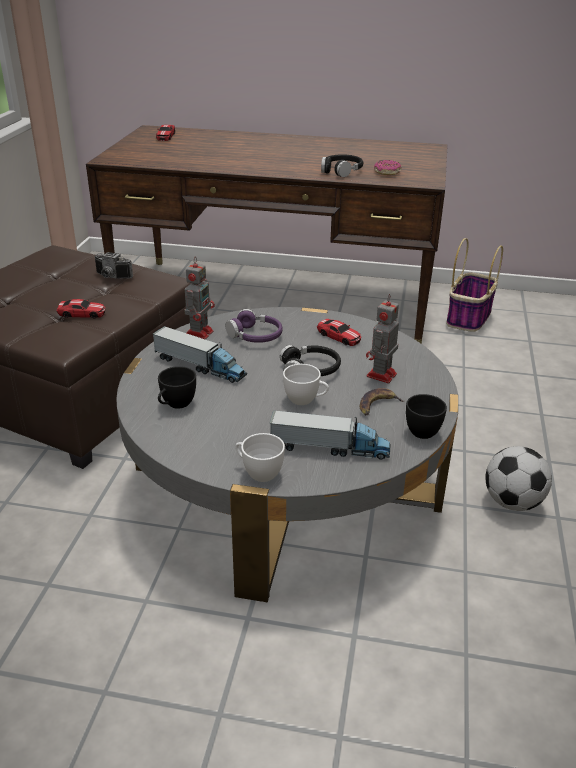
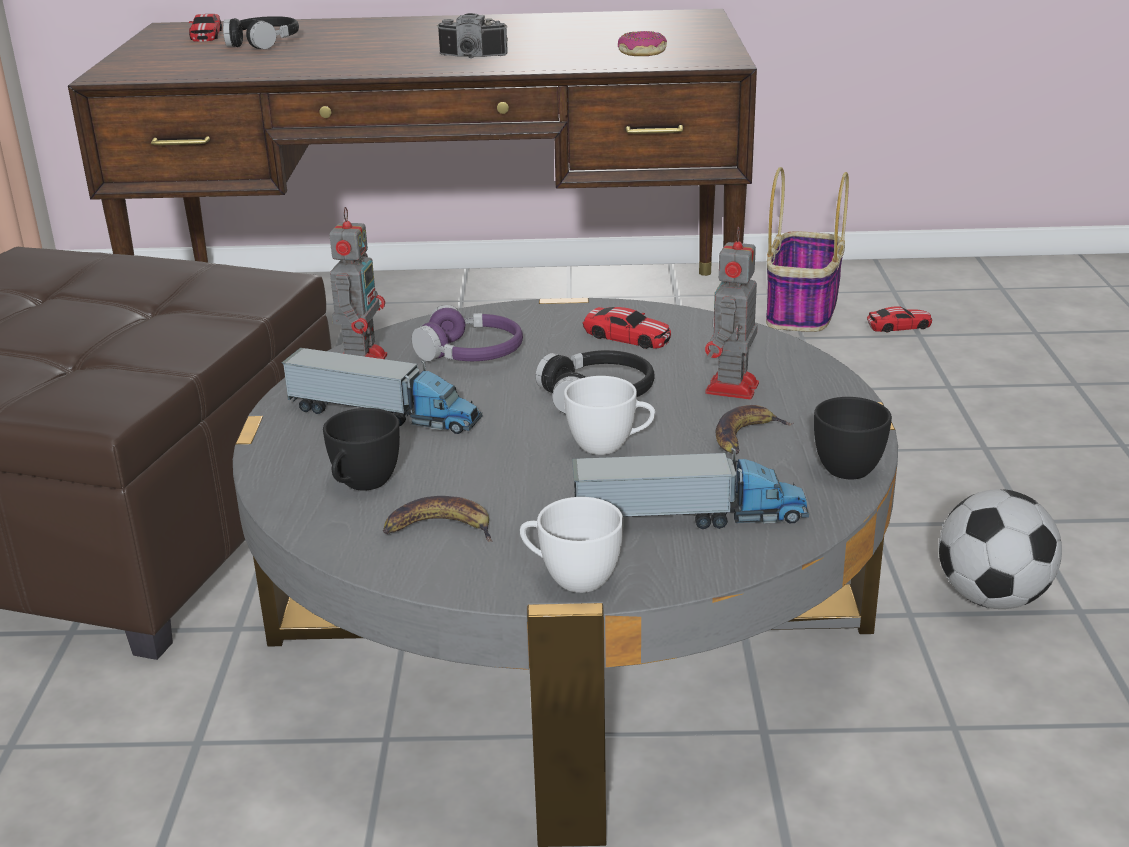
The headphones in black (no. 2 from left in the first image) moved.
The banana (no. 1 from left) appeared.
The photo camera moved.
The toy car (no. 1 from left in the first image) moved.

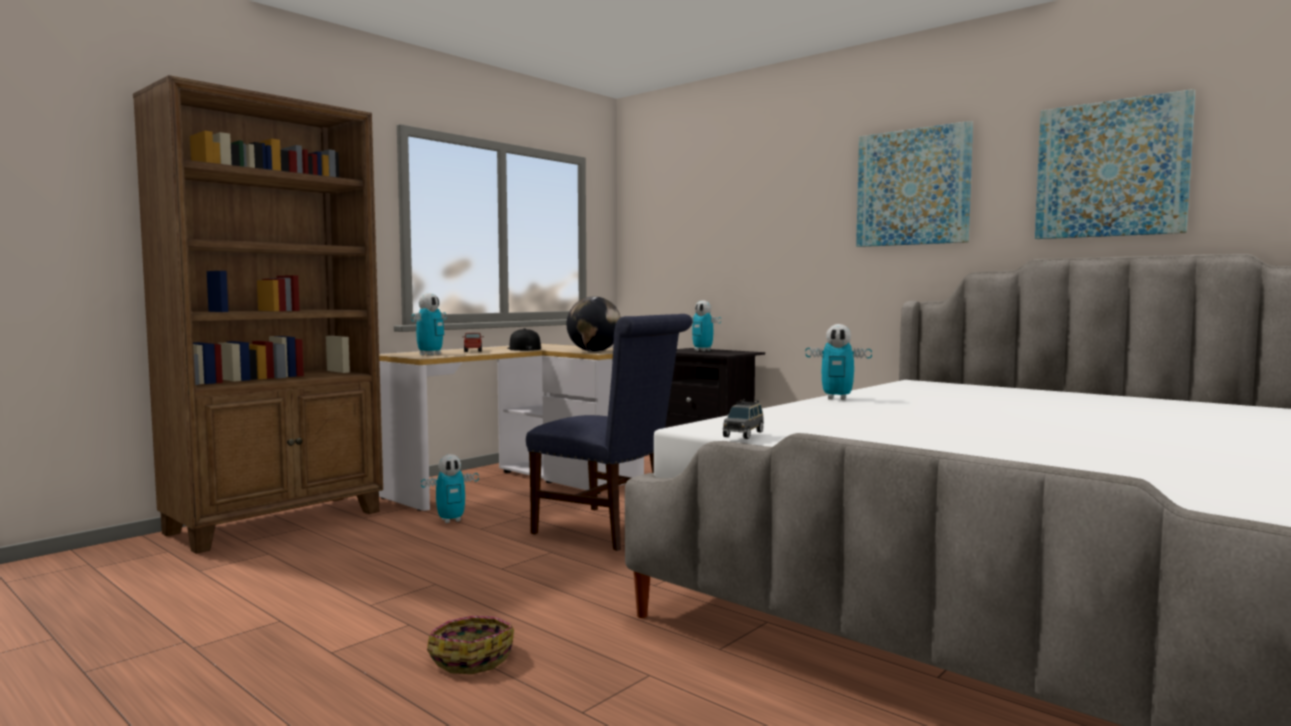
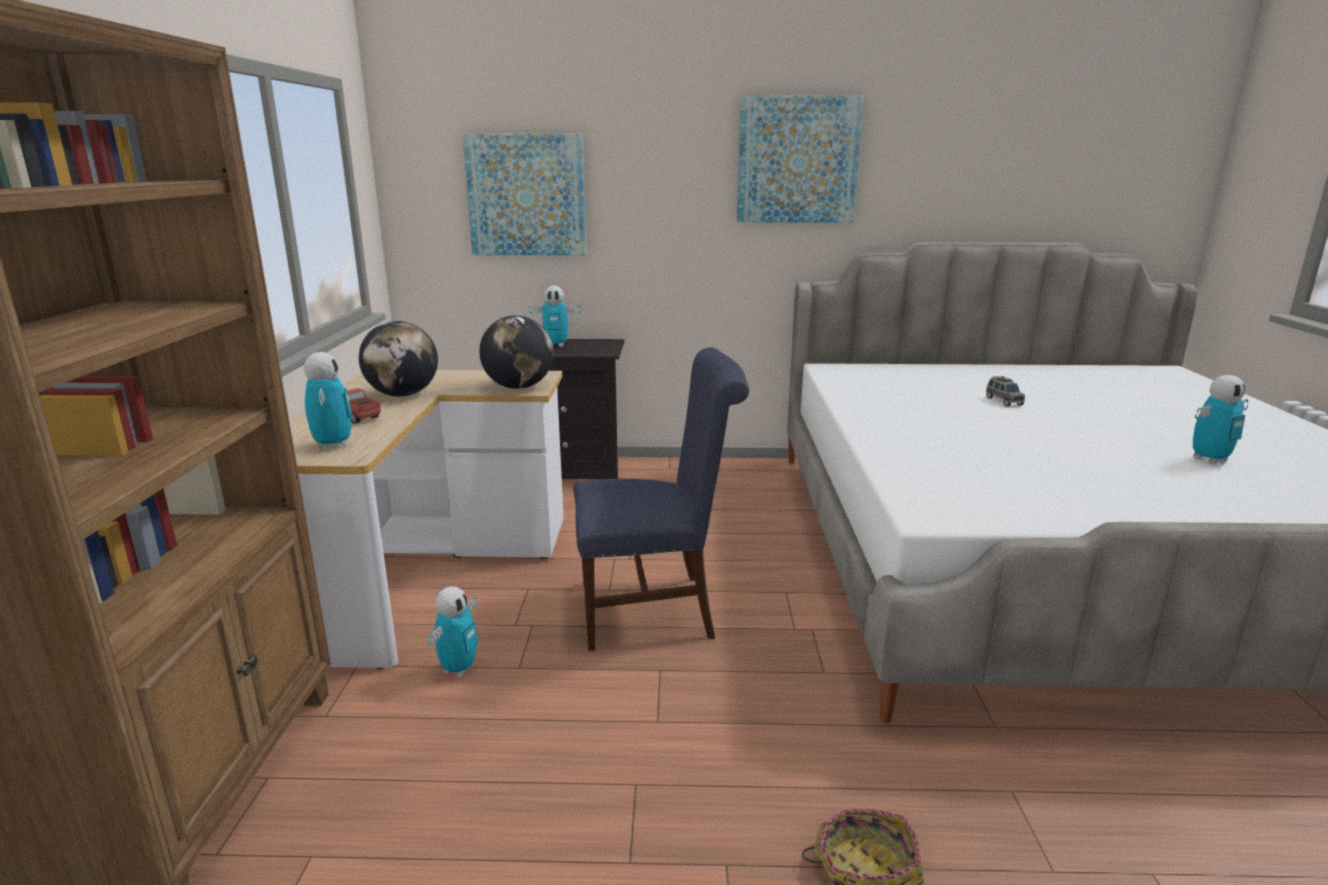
The cap in black was replaced by the globe (no. 1 from left).
The picture (no. 2 from left in the first image) moved.
The toy car in grey moved.
The toy robot (no. 4 from left) moved.

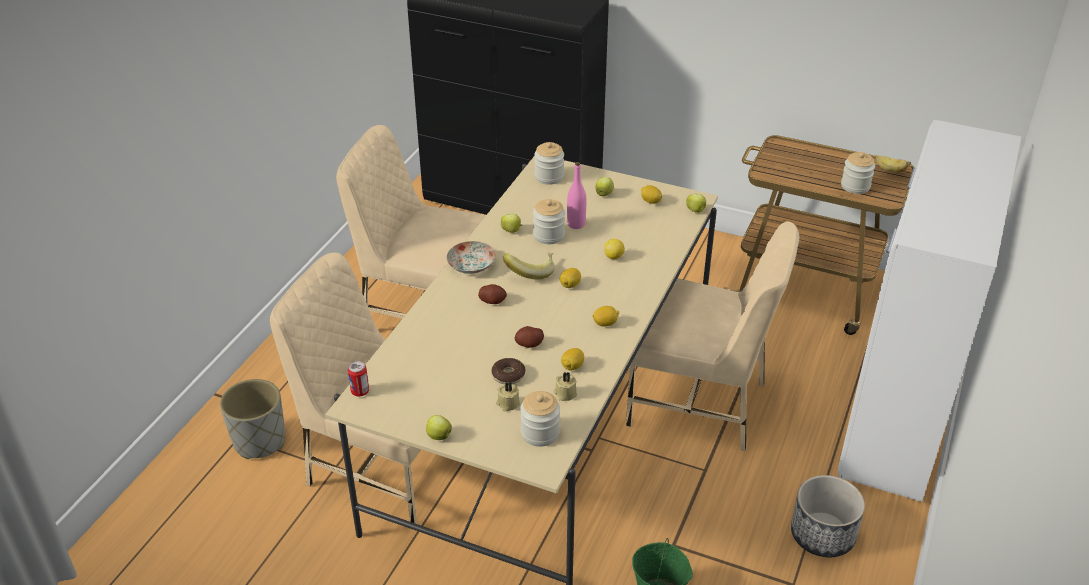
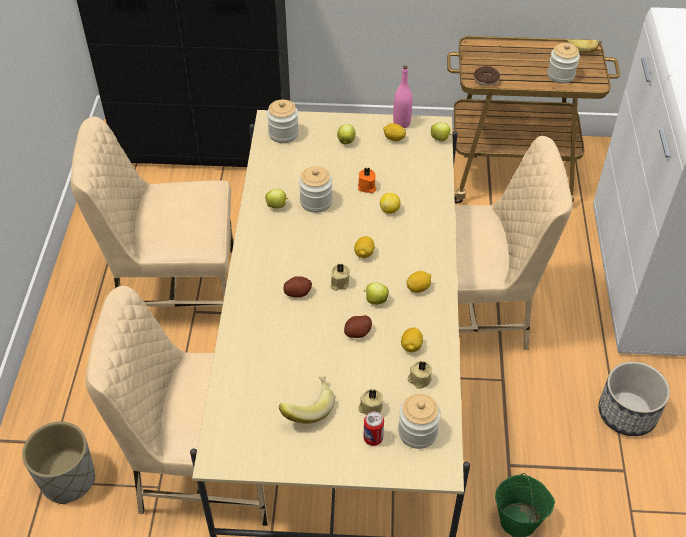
The banana (no. 1 from left) moved.
The candle in beige (no. 1 from left) appeared.
The candle in orange appeared.
The can moved.
The apple (no. 1 from left in the first image) moved.
The bottle in pink moved.
The donut moved.
The plate disappeared.

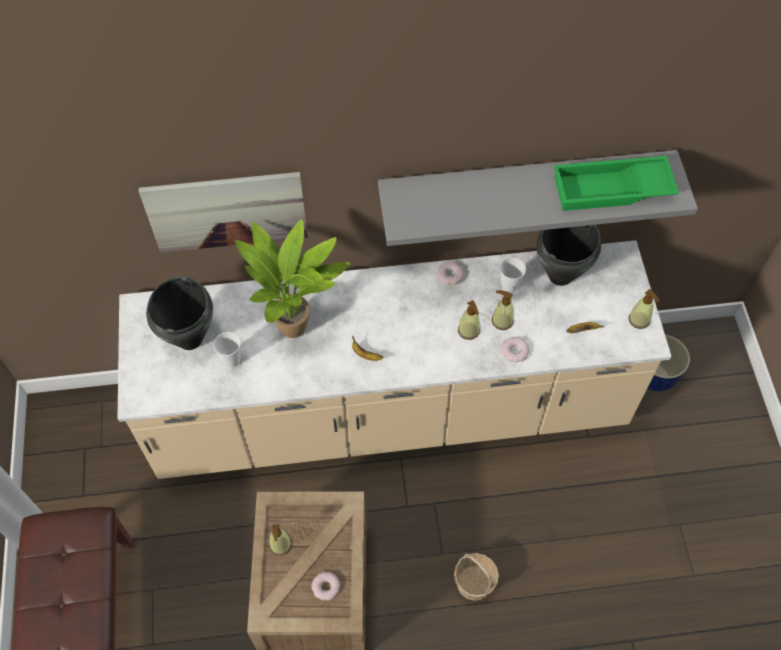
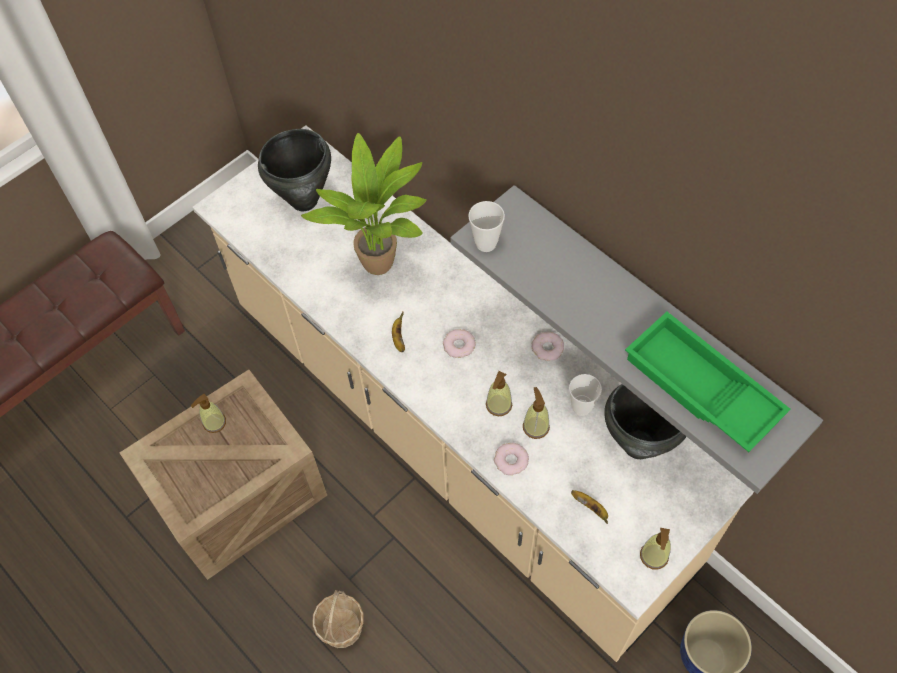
The donut (no. 1 from left) moved.
The cup (no. 1 from left) moved.
The picture disappeared.

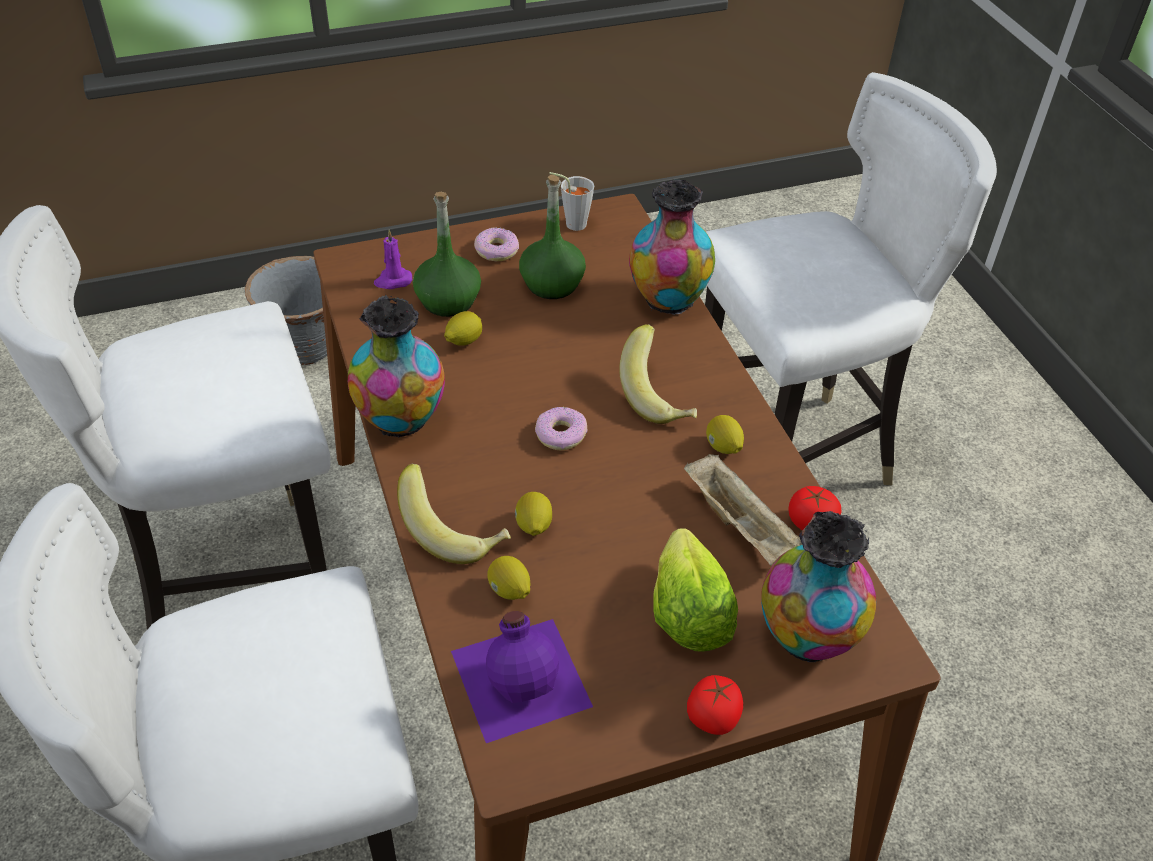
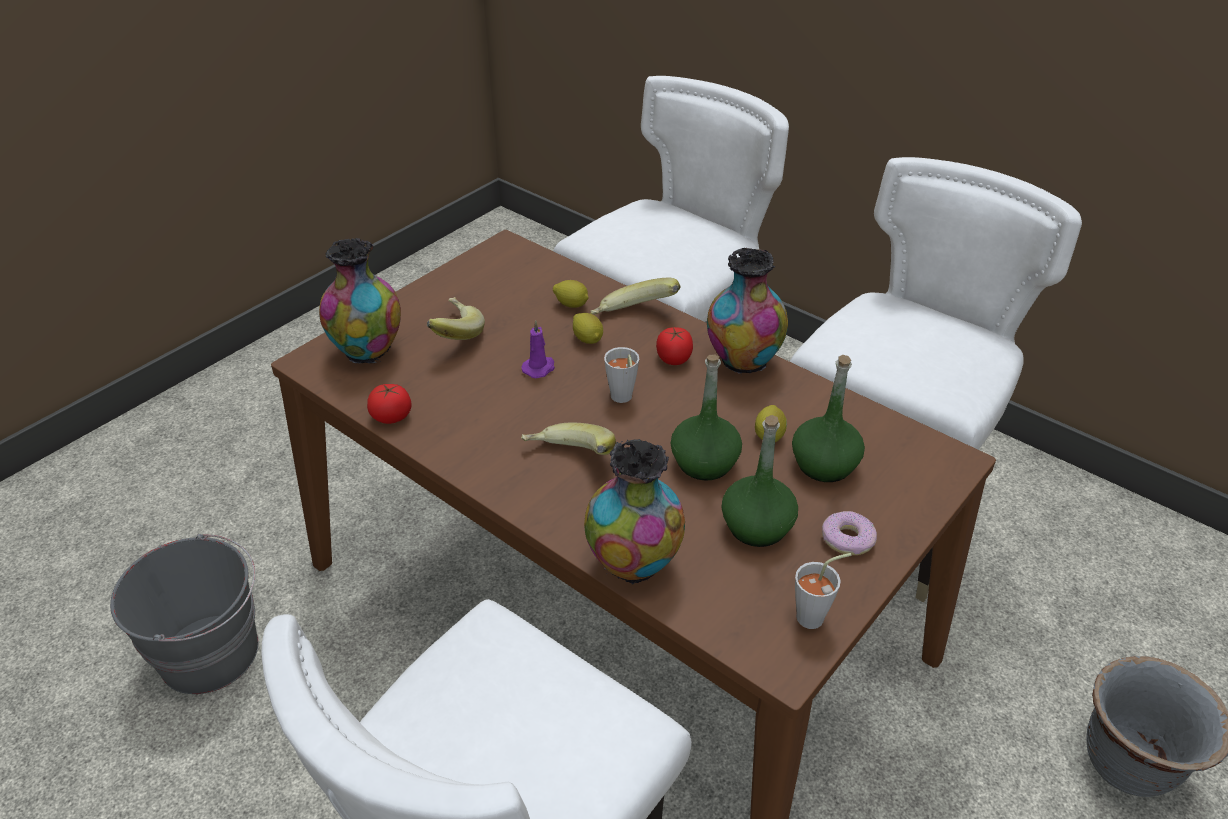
The bucket in grey appeared.
The lettuce was replaced by the banana (no. 1 from left).
The candle in purple moved.
The donut (no. 2 from left) was replaced by the cup in grey (no. 1 from left).
The tomato (no. 1 from left in the first image) moved.
The bottle in green (no. 1 from left) appeared.
The bottle in purple disappeared.
The tray in beige disappeared.
The lemon (no. 4 from left) disappeared.

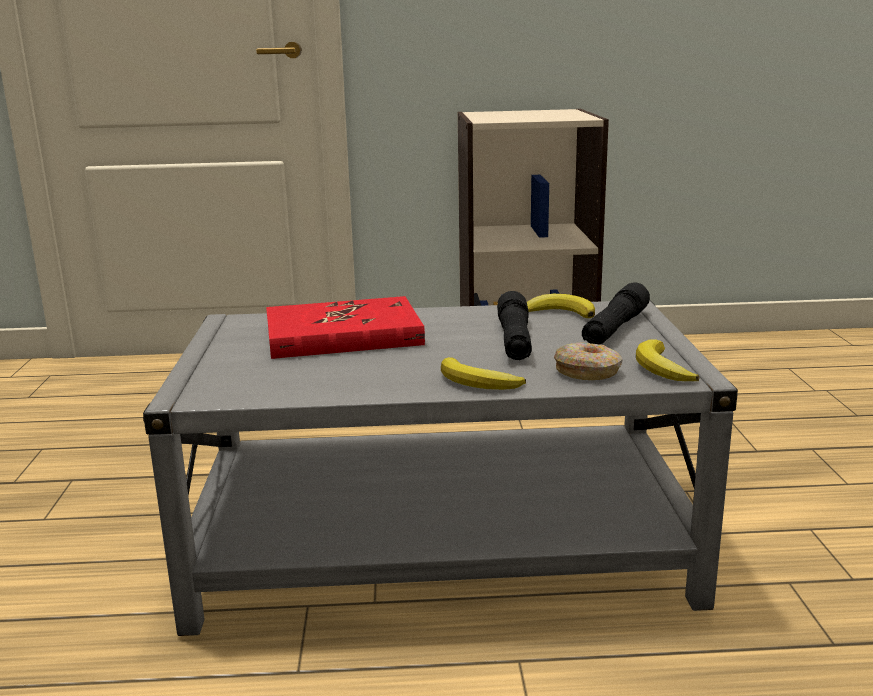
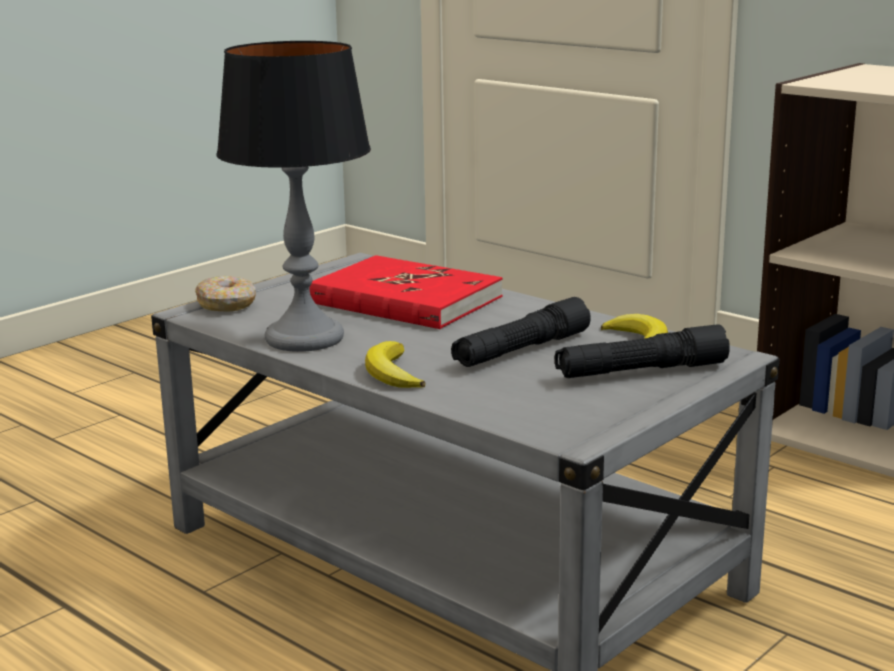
The donut moved.
The table lamp appeared.
The banana (no. 3 from left) disappeared.

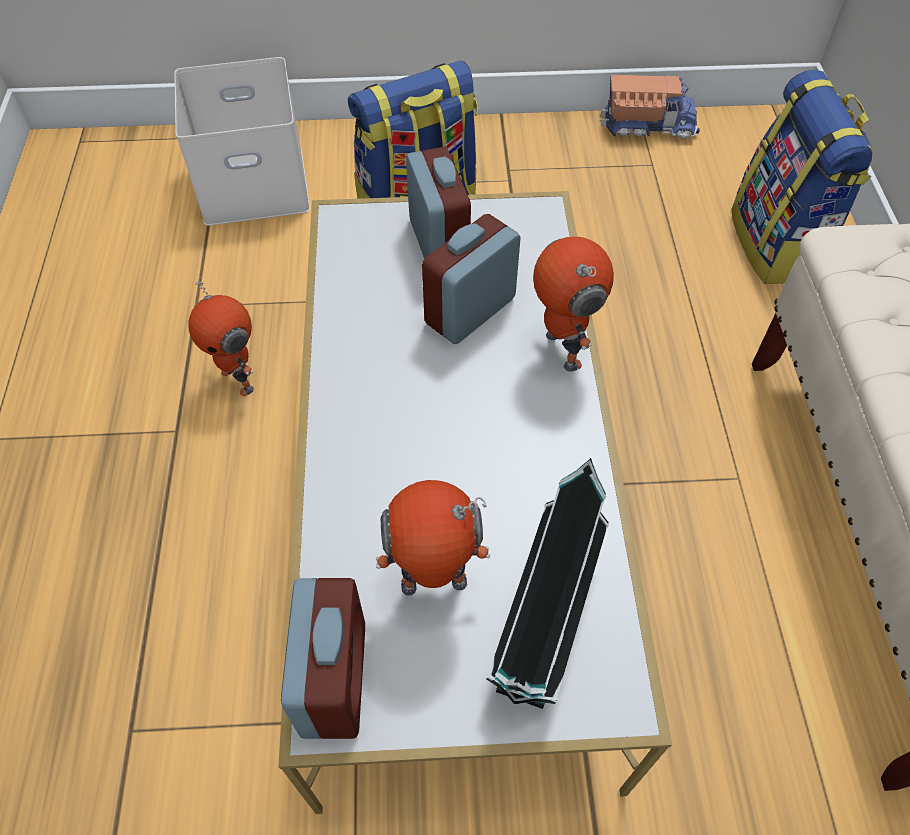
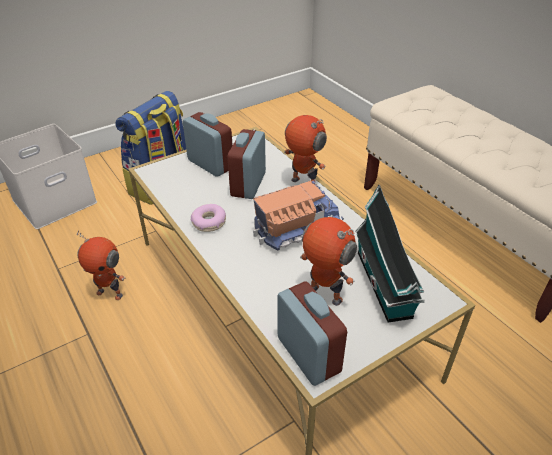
The donut appeared.
The toy truck moved.
The toy robot (no. 2 from left in the first image) turned 75 degrees clockwise.
The backpack (no. 2 from left) disappeared.

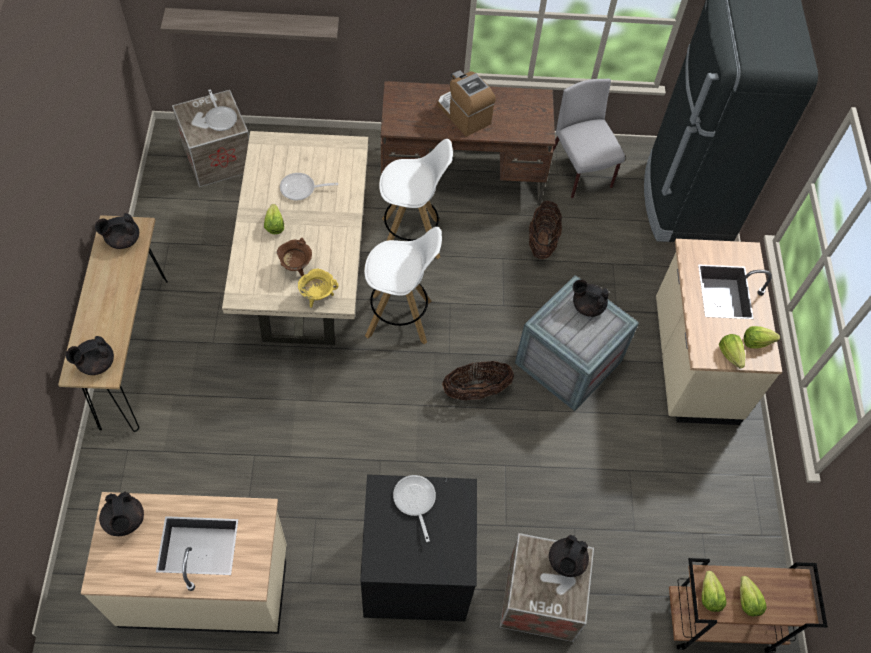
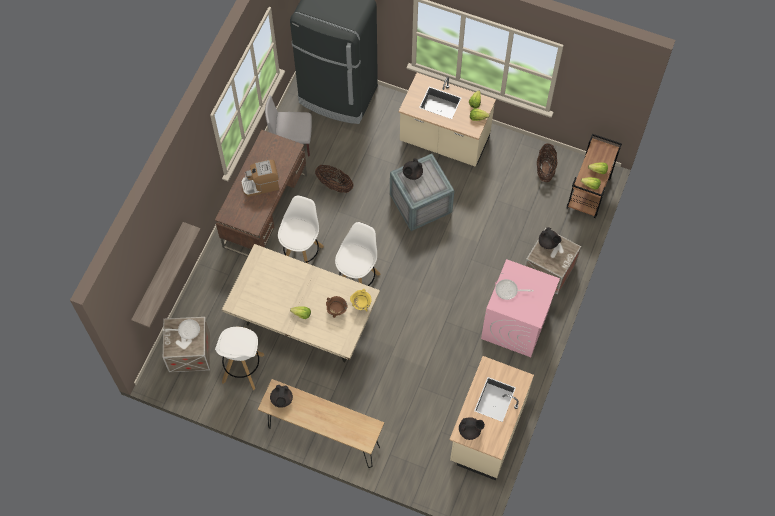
The stool in white (no. 1 from left) appeared.
The washing machine in black became the washing machine in pink.
The basket (no. 1 from left in the first image) moved.
The teapot in black (no. 1 from left) disappeared.
The frying pan (no. 2 from left) disappeared.

